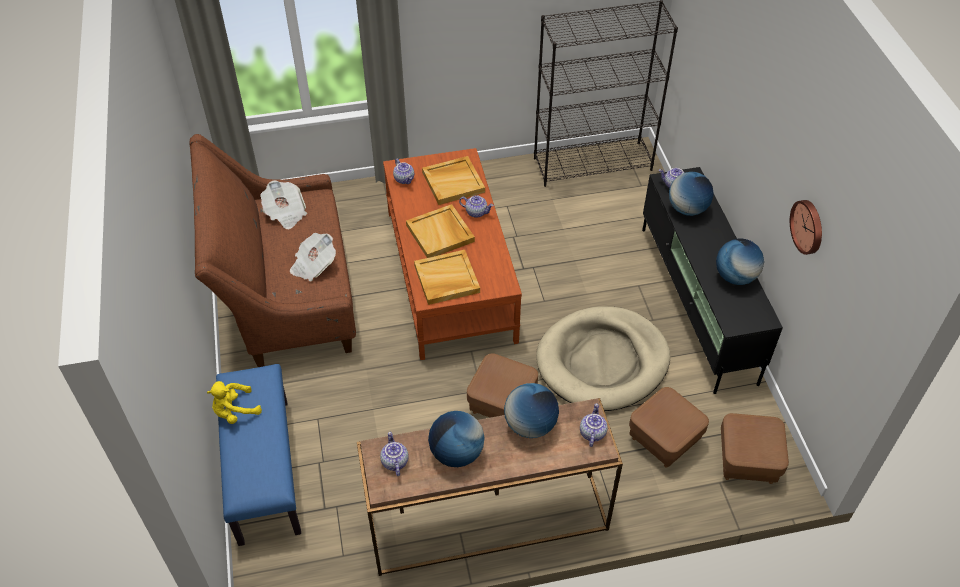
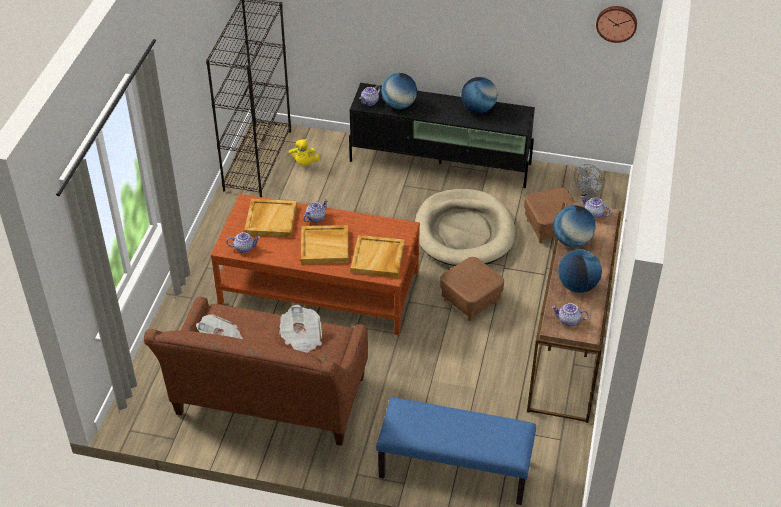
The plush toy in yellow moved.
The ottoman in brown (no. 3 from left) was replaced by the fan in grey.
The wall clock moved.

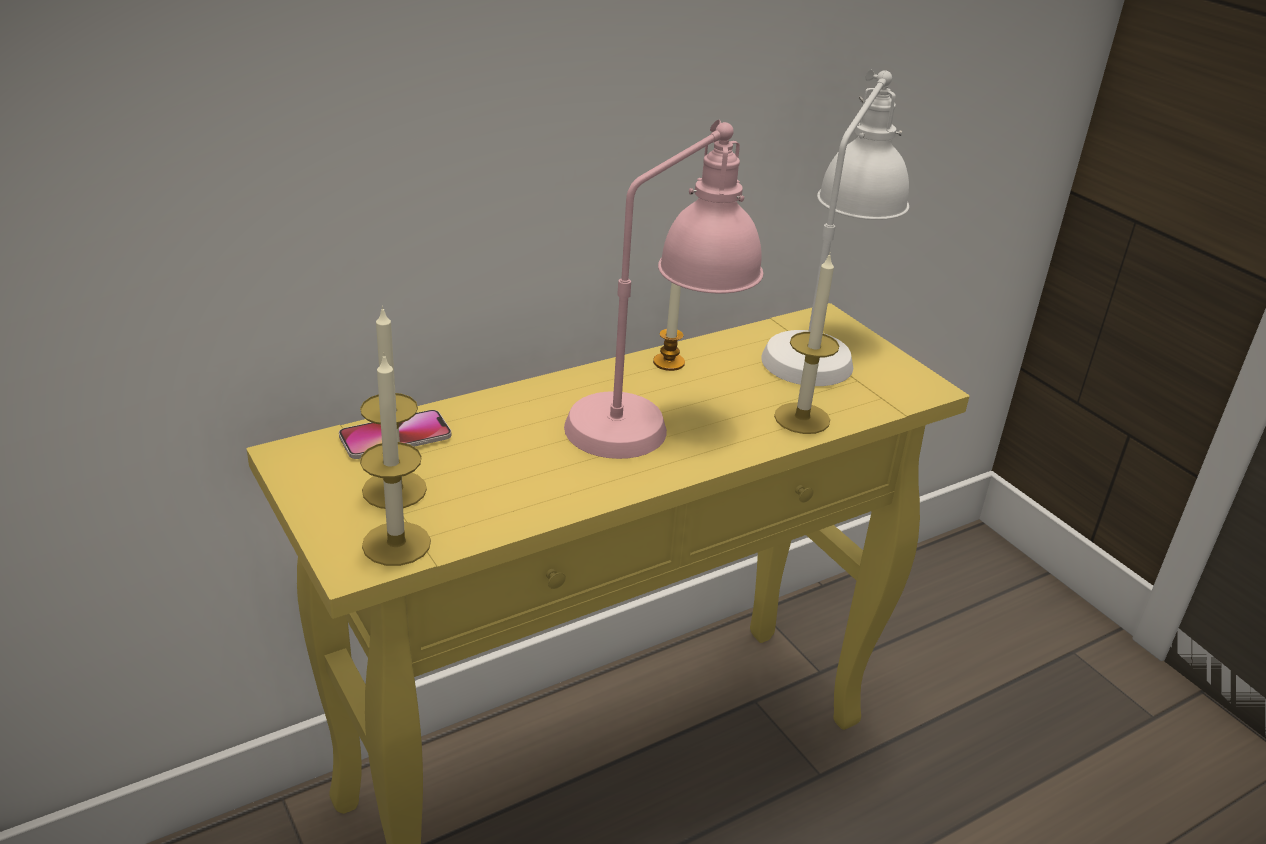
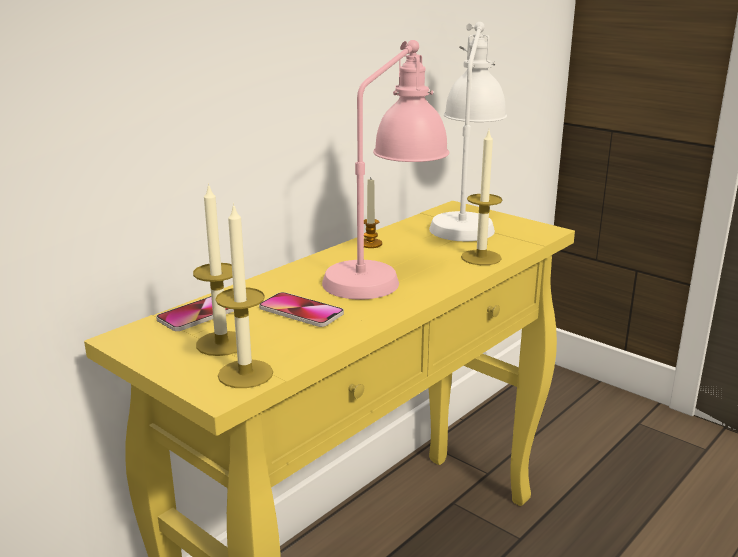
The phone (no. 2 from left) appeared.

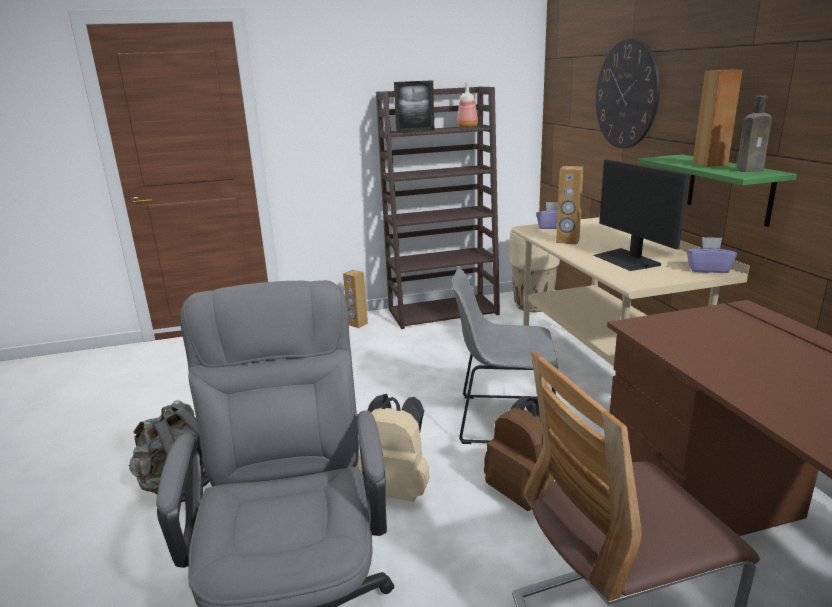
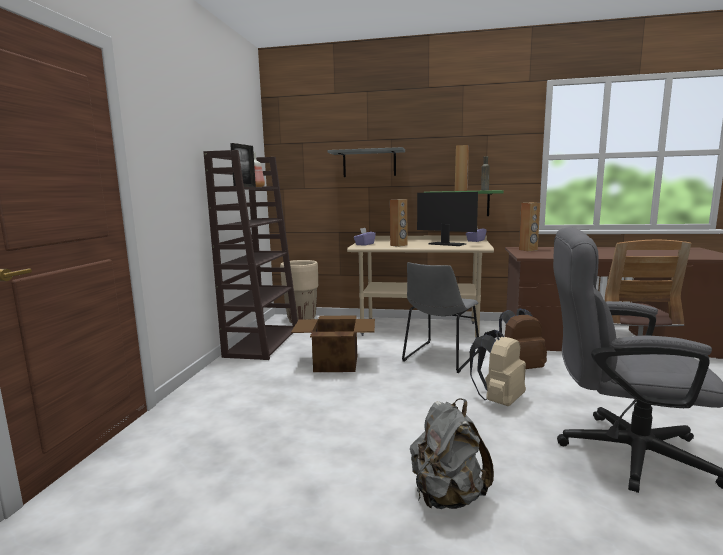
The cardboard box appeared.
The wall clock was replaced by the shelf in grey.
The monitor turned 150 degrees counterclockwise.
The speaker in brown (no. 1 from left in the first image) moved.

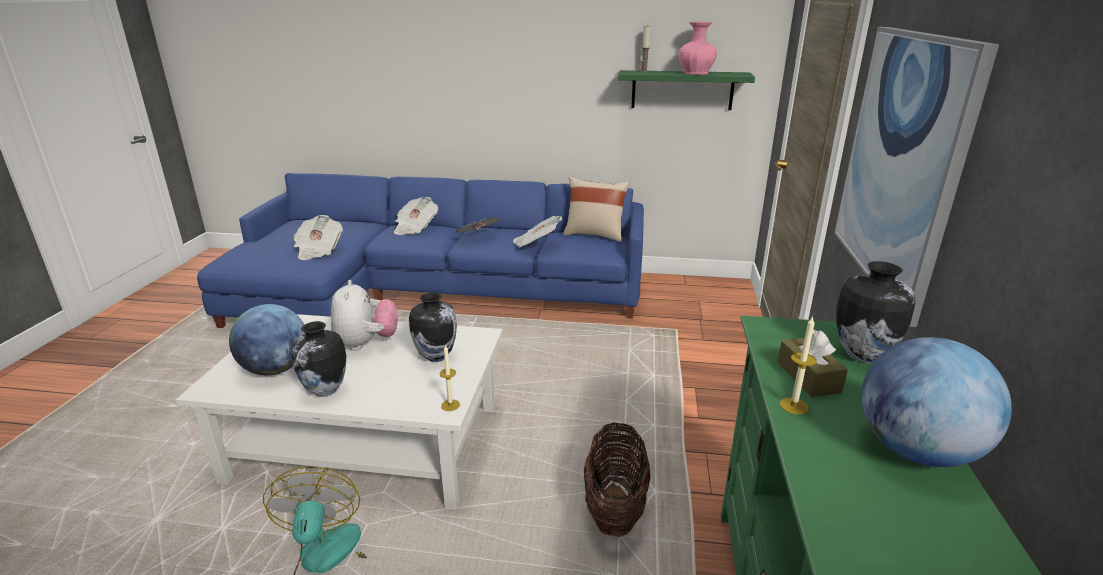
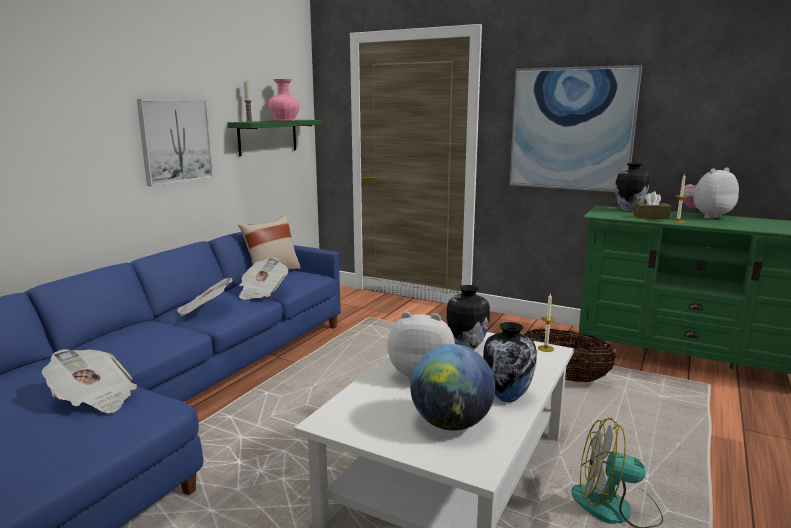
The picture (no. 1 from left) appeared.
The globe (no. 2 from left) was replaced by the plush toy (no. 2 from left).
The newspaper (no. 2 from left) disappeared.

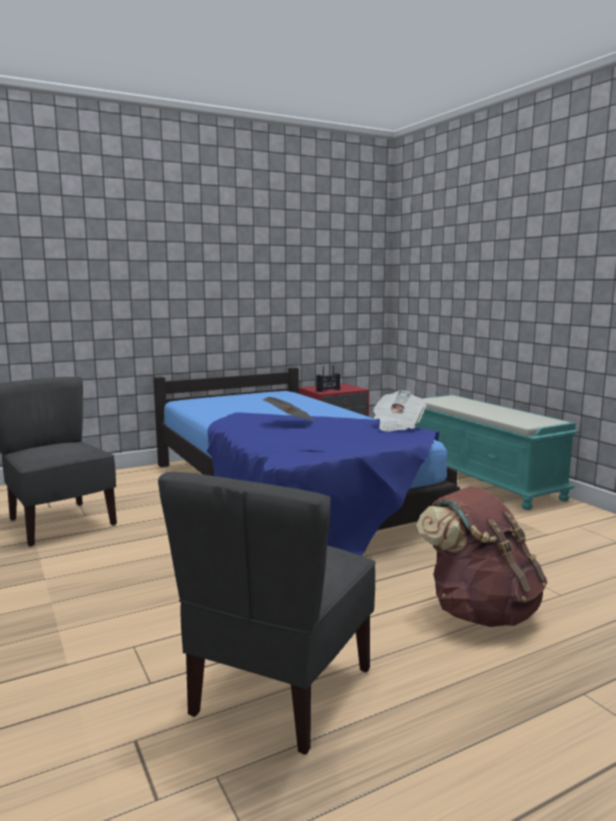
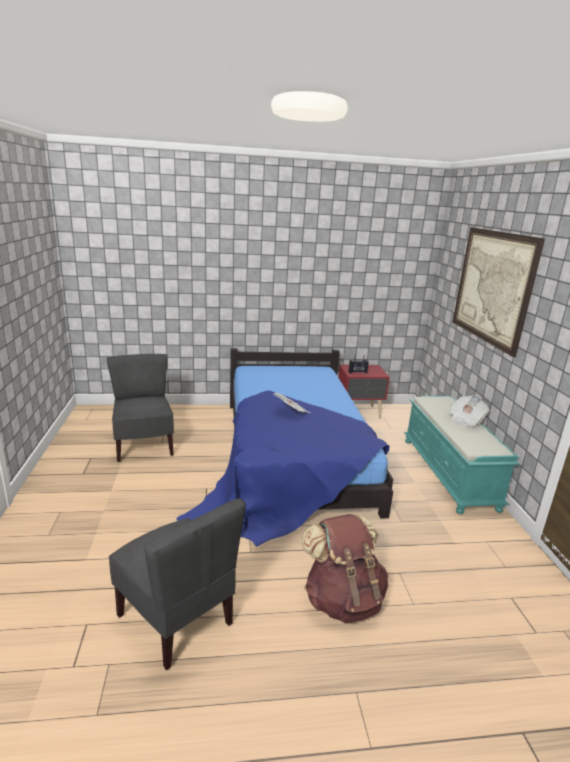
The chair in grey (no. 2 from left) turned 90 degrees counterclockwise.
The newspaper (no. 2 from left) moved.
The picture appeared.

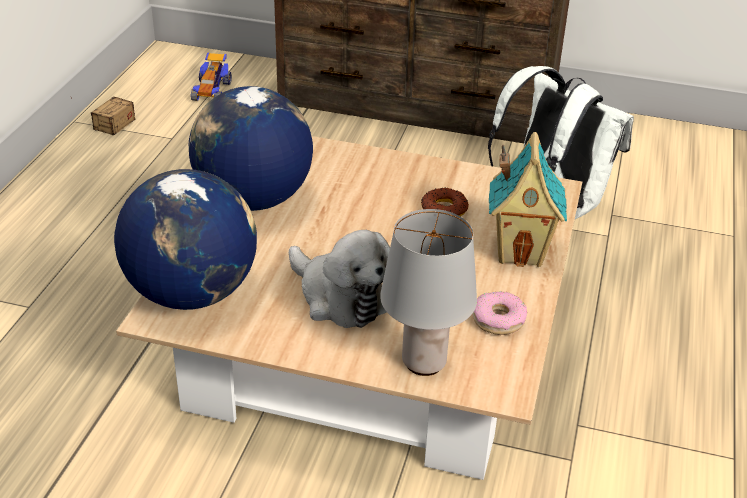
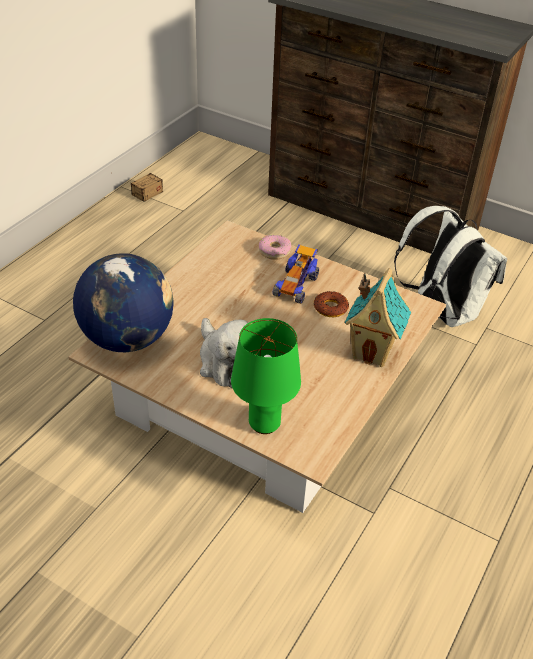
The table lamp in grey became the table lamp in green.
The donut (no. 2 from left in the first image) moved.
The toy car moved.
The globe (no. 2 from left) disappeared.

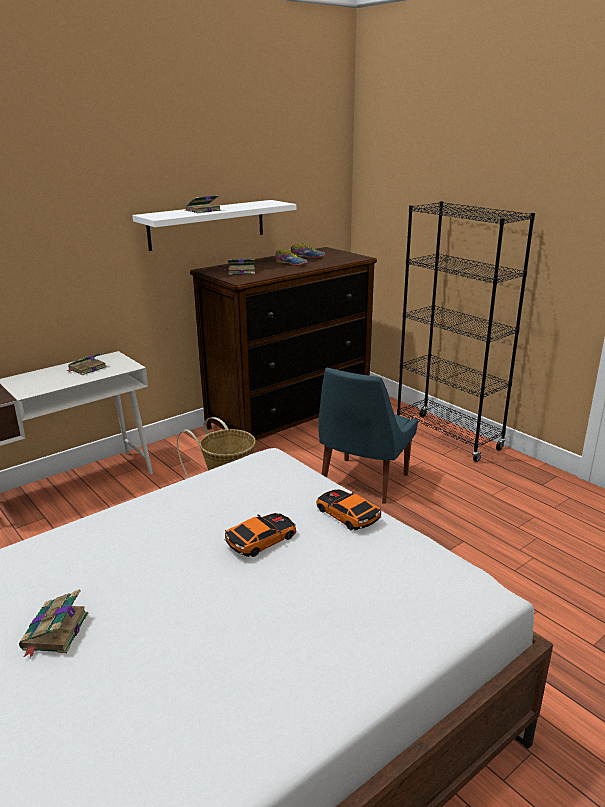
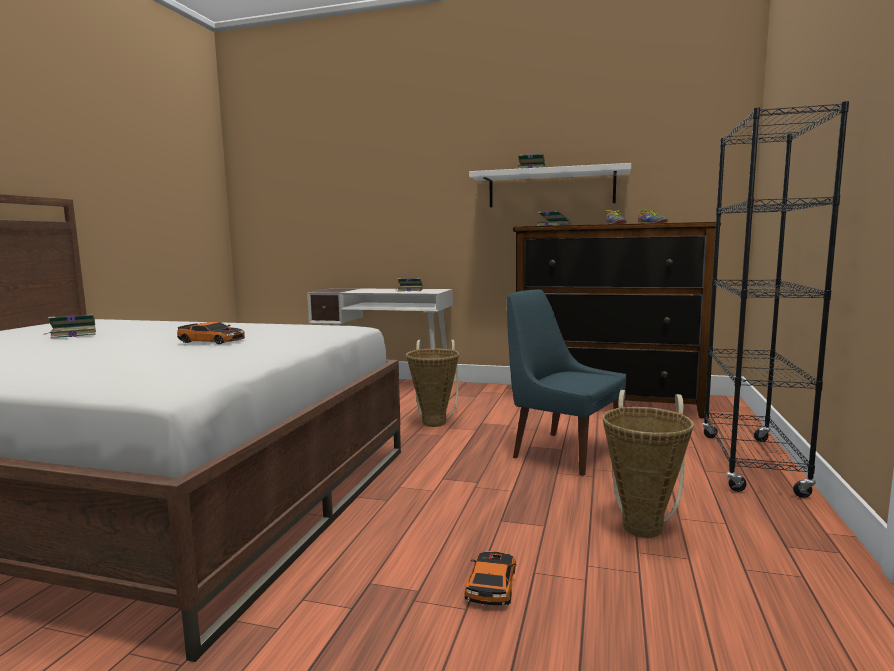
The toy car (no. 2 from left) moved.
The chair in blue turned 45 degrees clockwise.
The basket (no. 2 from left) appeared.

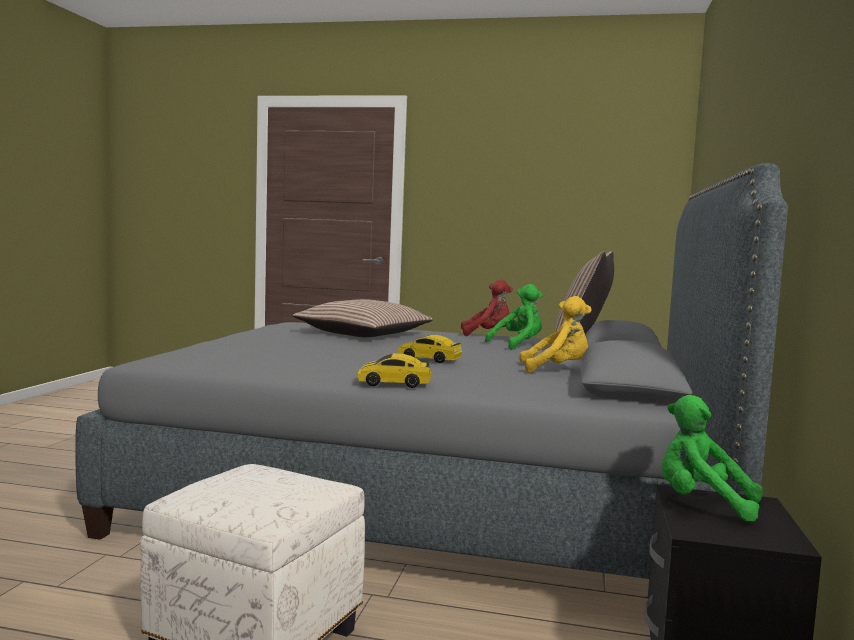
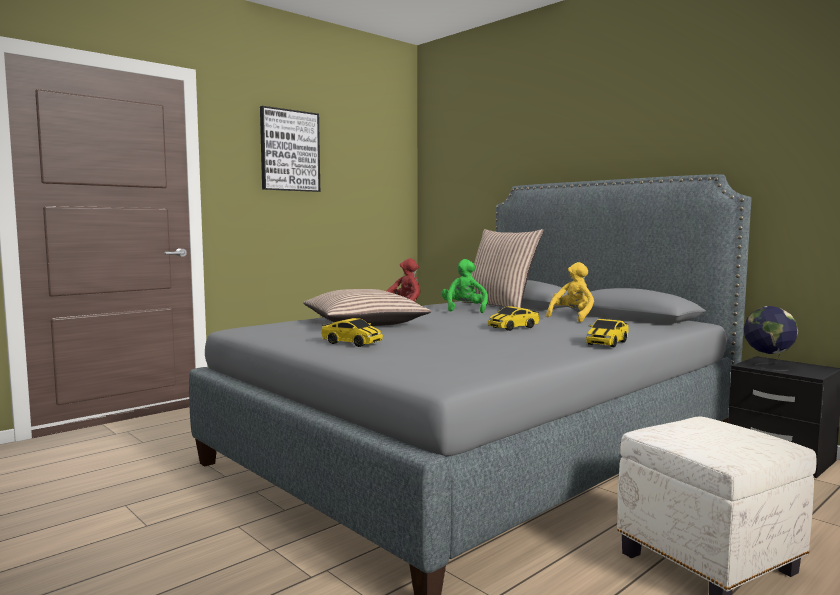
The picture appeared.
The toy car (no. 1 from left) appeared.
The plush toy in green (no. 2 from left) was replaced by the globe.

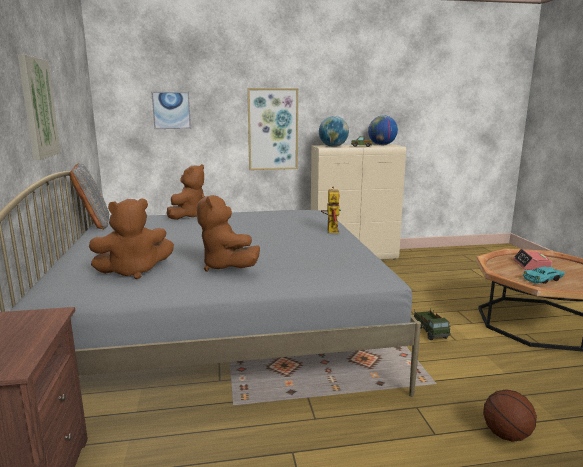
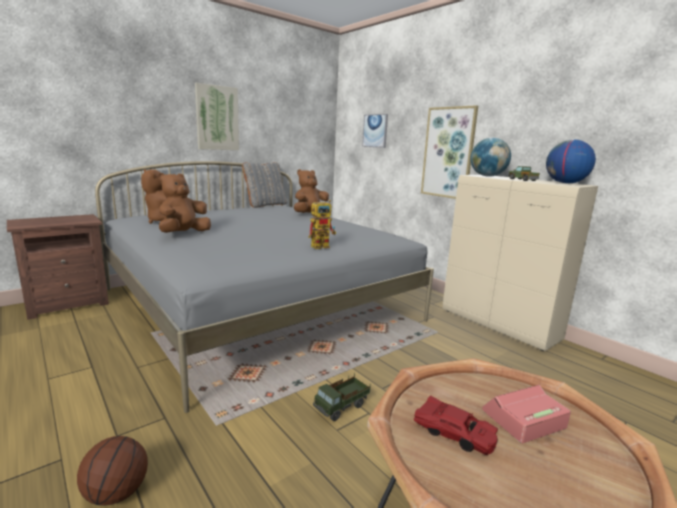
The plush toy in brown (no. 2 from left in the first image) turned 150 degrees clockwise.
The toy car in turquoise became the toy car in red.

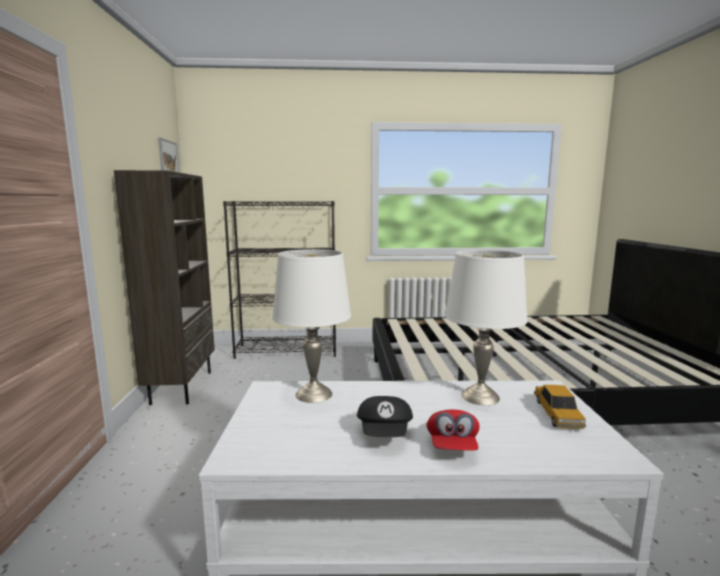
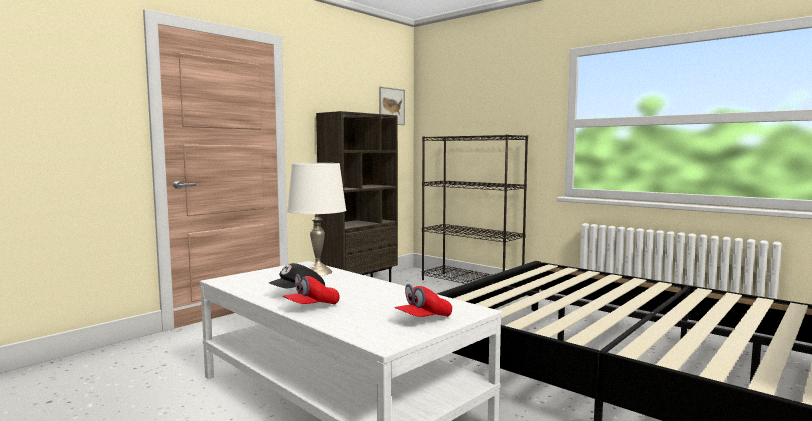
The toy car was replaced by the cap in red (no. 2 from left).
The table lamp in white (no. 2 from left) disappeared.

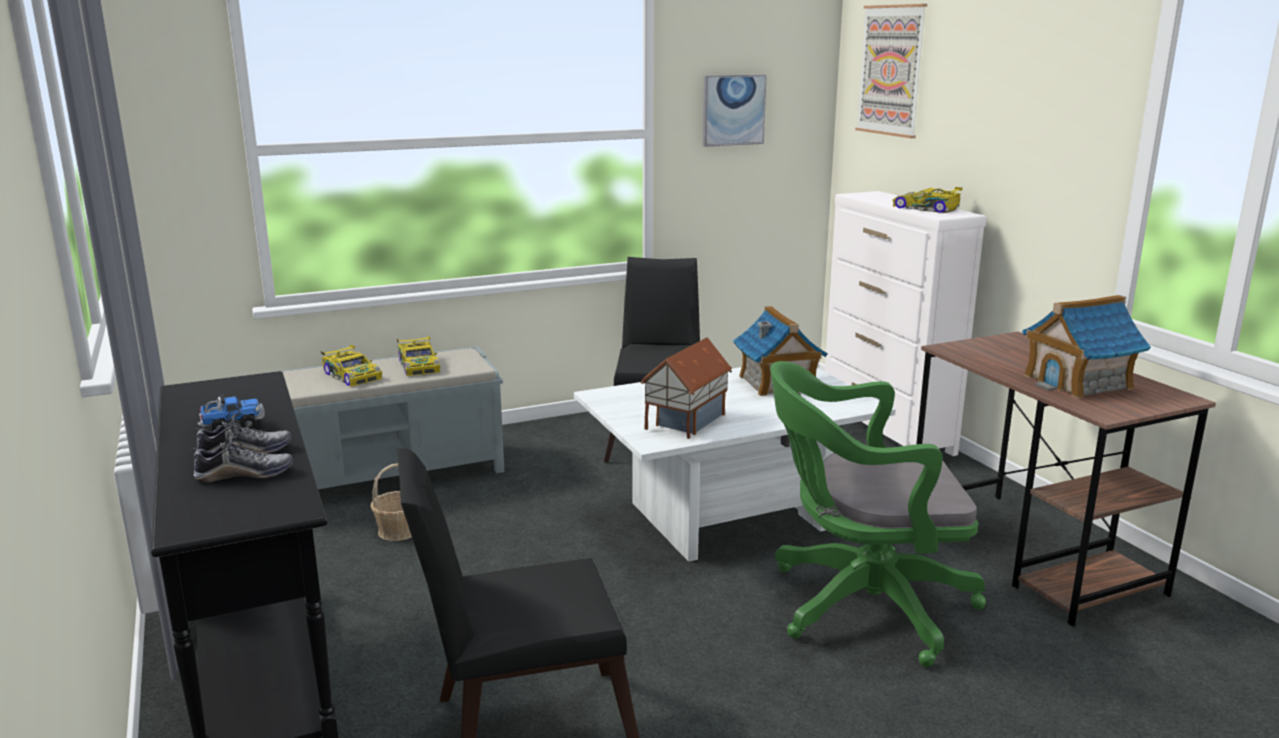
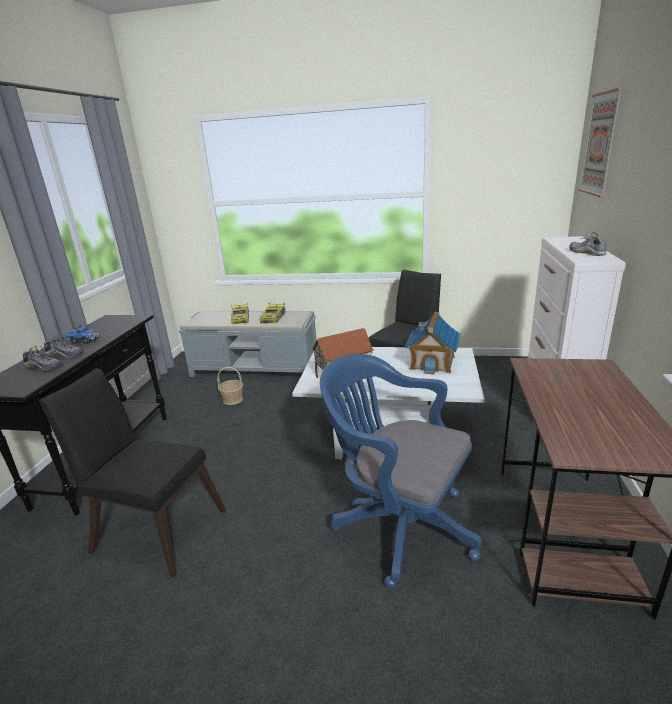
The office chair in green became the office chair in blue.
The toy car (no. 3 from left) was replaced by the shoe (no. 3 from left).
The picture (no. 1 from left) disappeared.
The toy house (no. 3 from left) disappeared.

